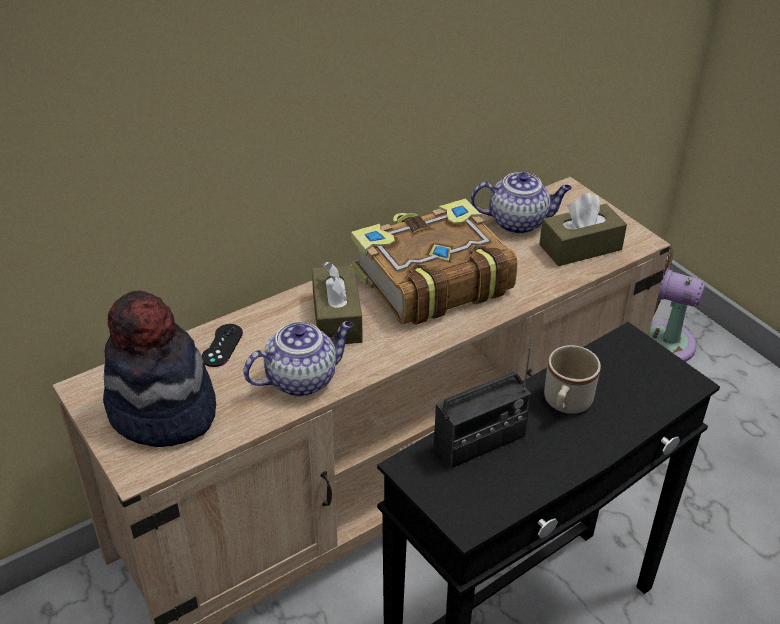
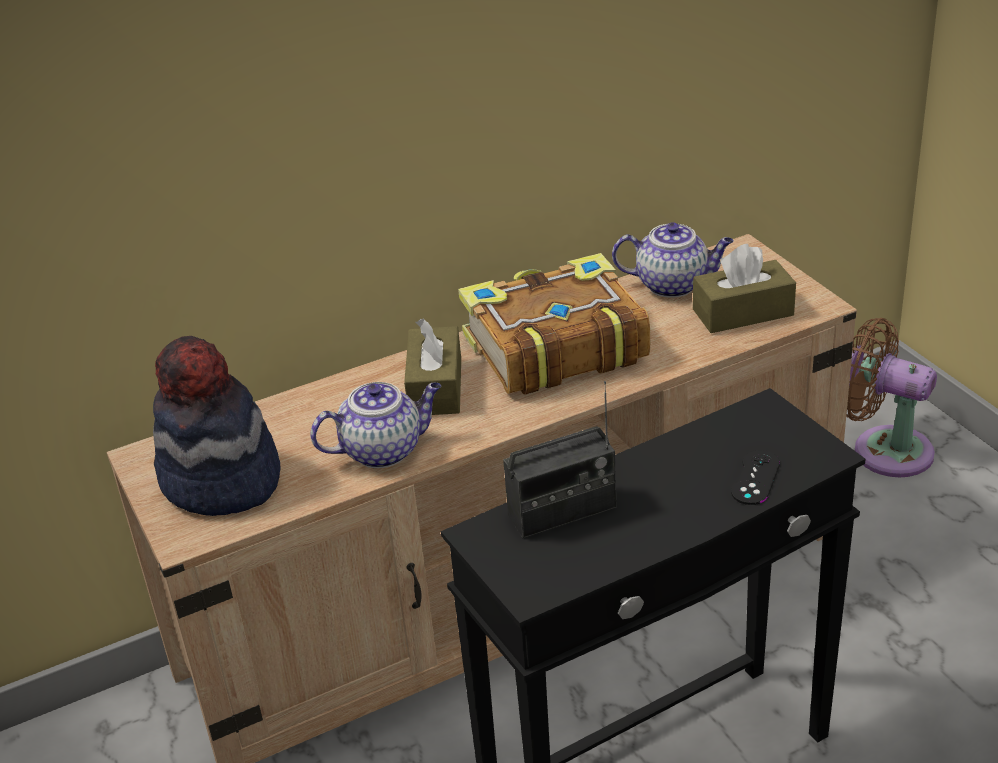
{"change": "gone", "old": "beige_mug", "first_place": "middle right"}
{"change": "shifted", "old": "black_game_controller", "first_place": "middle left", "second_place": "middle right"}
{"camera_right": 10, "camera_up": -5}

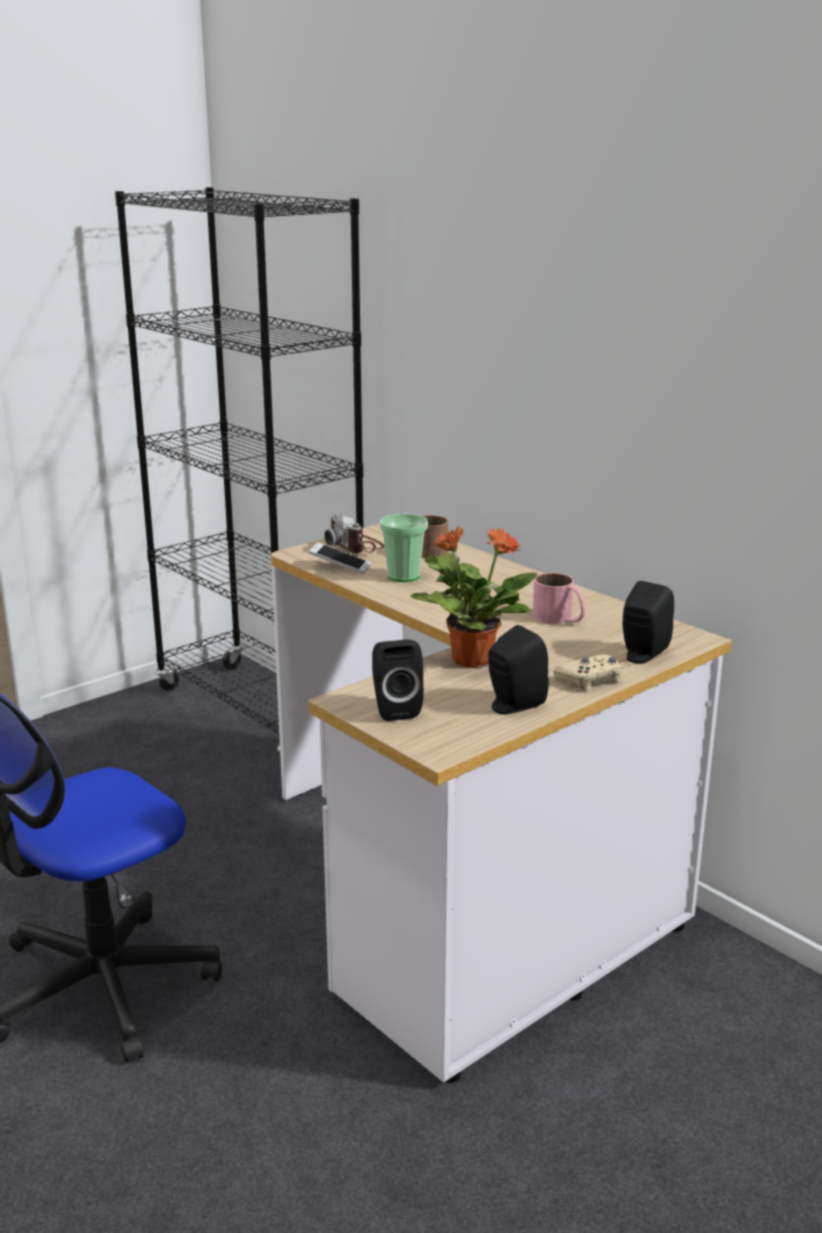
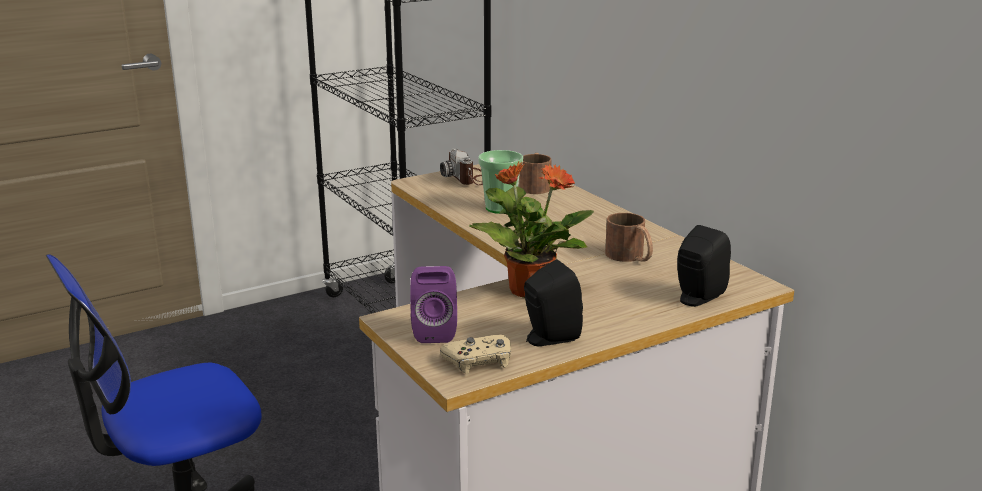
{"change": "gone", "old": "phone", "first_place": "centre"}
{"change": "shifted", "old": "beige_game_controller", "first_place": "middle right", "second_place": "bottom centre"}
{"change": "repainted", "old": "black_speaker (no. 1 from left)", "new": "purple_speaker", "first_place": "centre", "second_place": "centre"}
{"change": "repainted", "old": "pink_mug", "new": "brown_mug (no. 2 from left)", "first_place": "middle right", "second_place": "centre"}
{"camera_right": 10, "camera_up": 0}

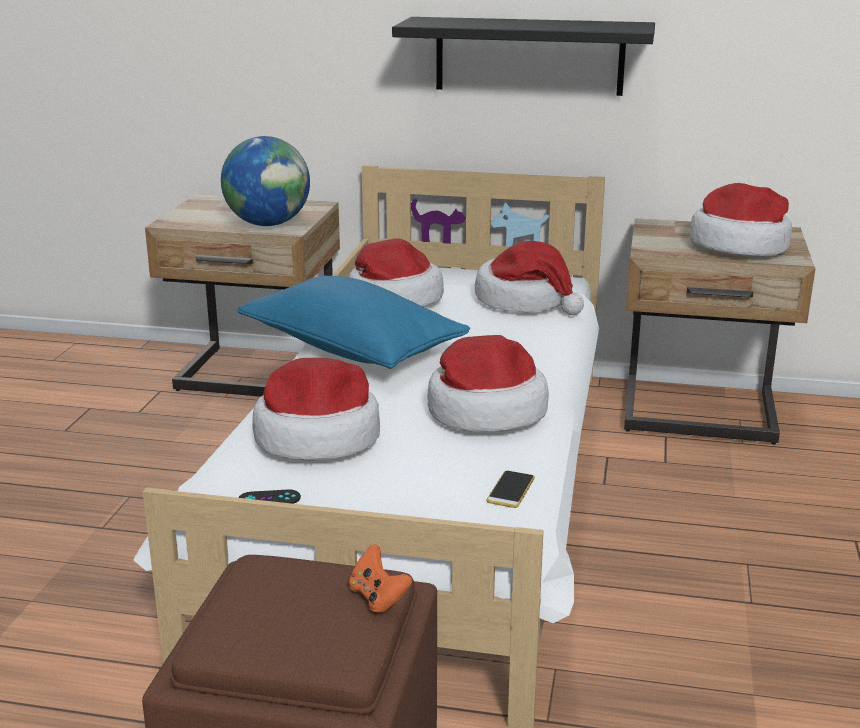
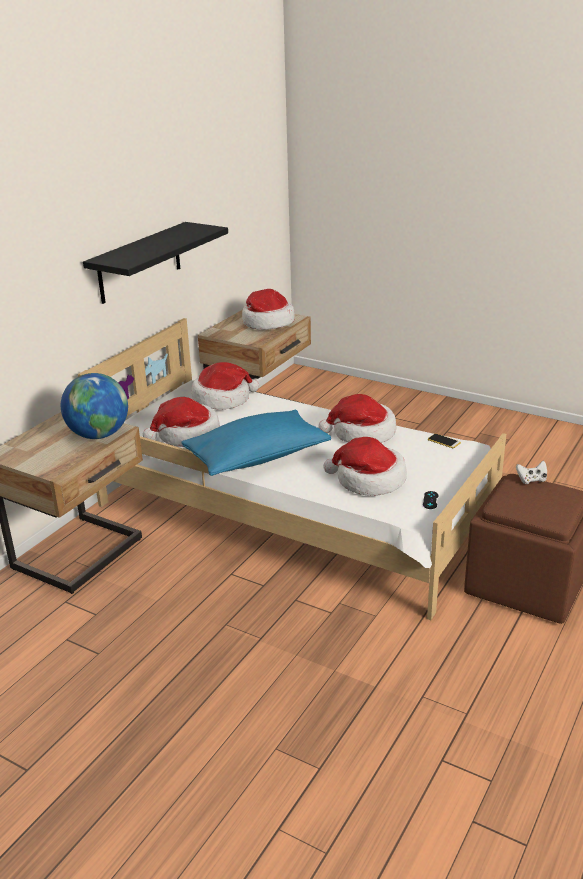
{"change": "repainted", "old": "orange_game_controller", "new": "white_game_controller", "first_place": "bottom centre", "second_place": "middle right"}
{"camera_right": -70, "camera_up": 5}

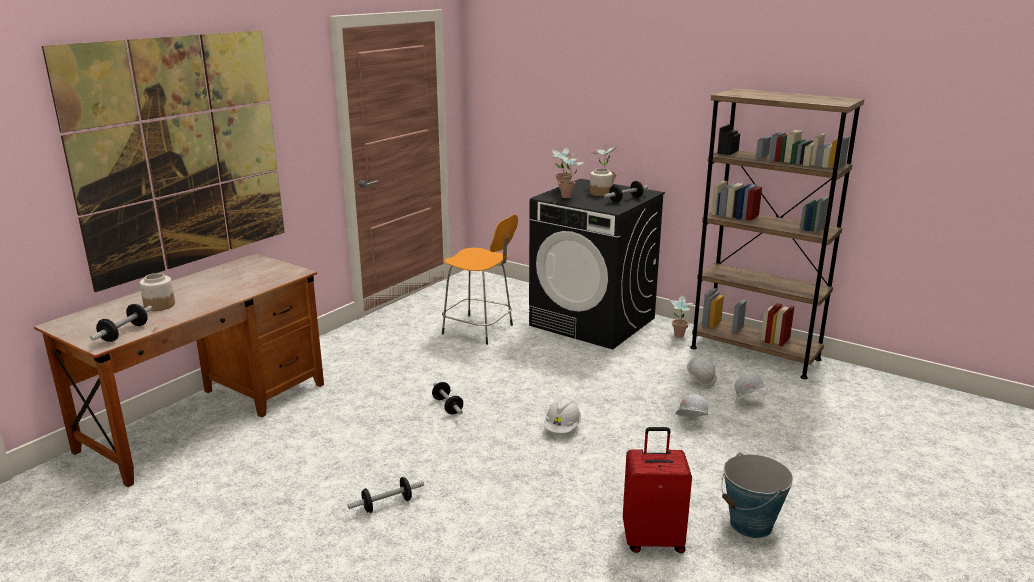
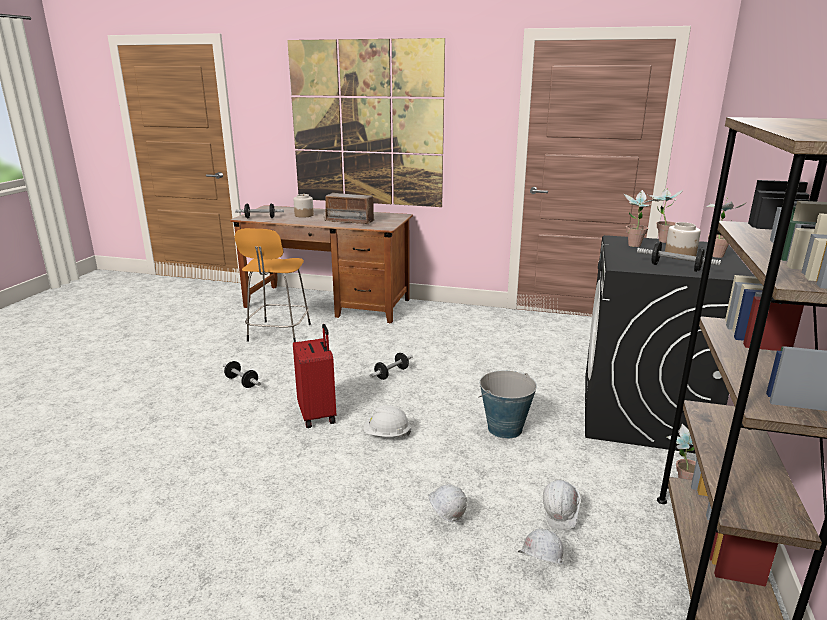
{"change": "new", "new": "radio", "second_place": "centre"}
{"change": "shifted", "old": "orange_stool", "first_place": "centre", "second_place": "middle left"}
{"change": "shifted", "old": "red_suitcase", "first_place": "bottom centre", "second_place": "centre"}
{"change": "shifted", "old": "bucket", "first_place": "bottom right", "second_place": "centre"}
{"camera_right": 70, "camera_up": 0}

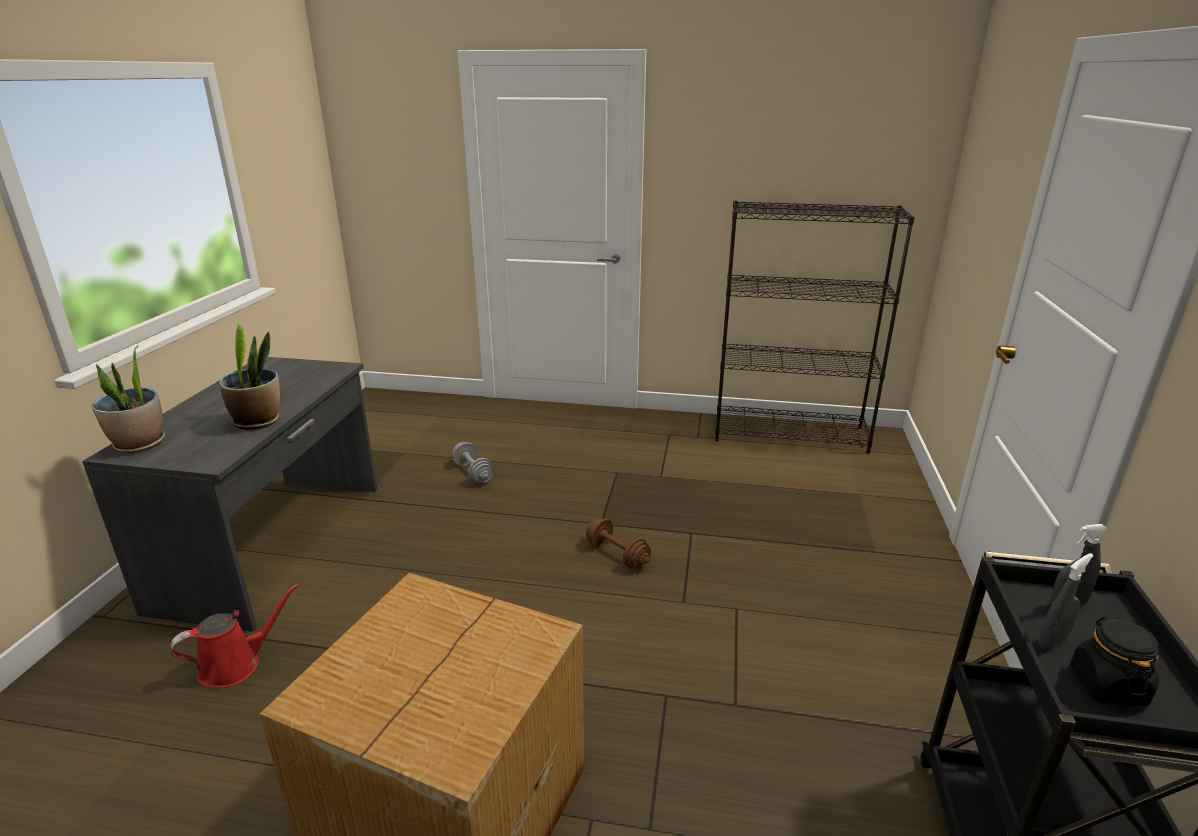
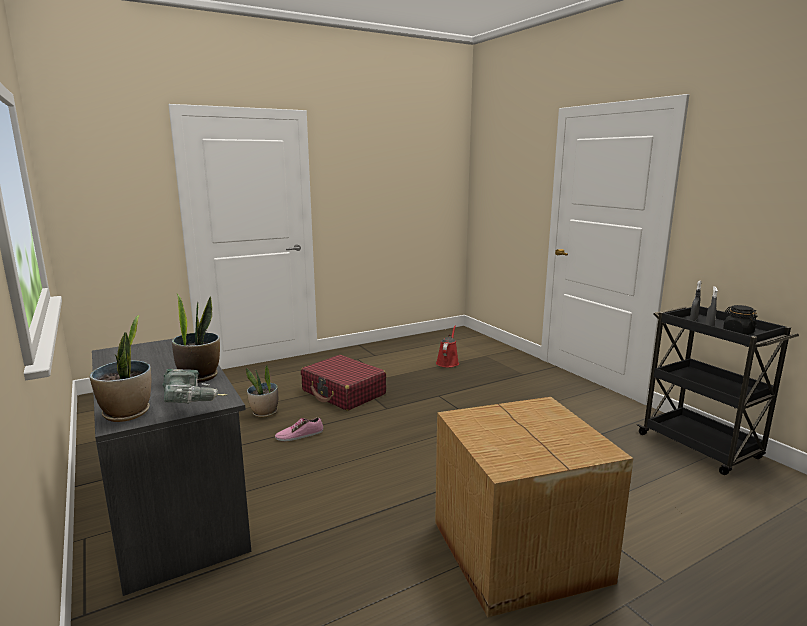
{"change": "gone", "old": "brown_dumbbell", "first_place": "centre"}
{"change": "gone", "old": "black_bookcase", "first_place": "middle right"}
{"change": "new", "new": "power_drill", "second_place": "middle left"}
{"change": "new", "new": "shoe", "second_place": "bottom centre"}
{"change": "new", "new": "red_suitcase", "second_place": "centre"}
{"change": "shifted", "old": "red_watering_can", "first_place": "bottom left", "second_place": "centre"}
{"change": "swapped", "old": "grey_dumbbell", "new": "potted_plant (no. 3 from left)", "first_place": "centre", "second_place": "middle left"}
{"camera_right": -40, "camera_up": -10}

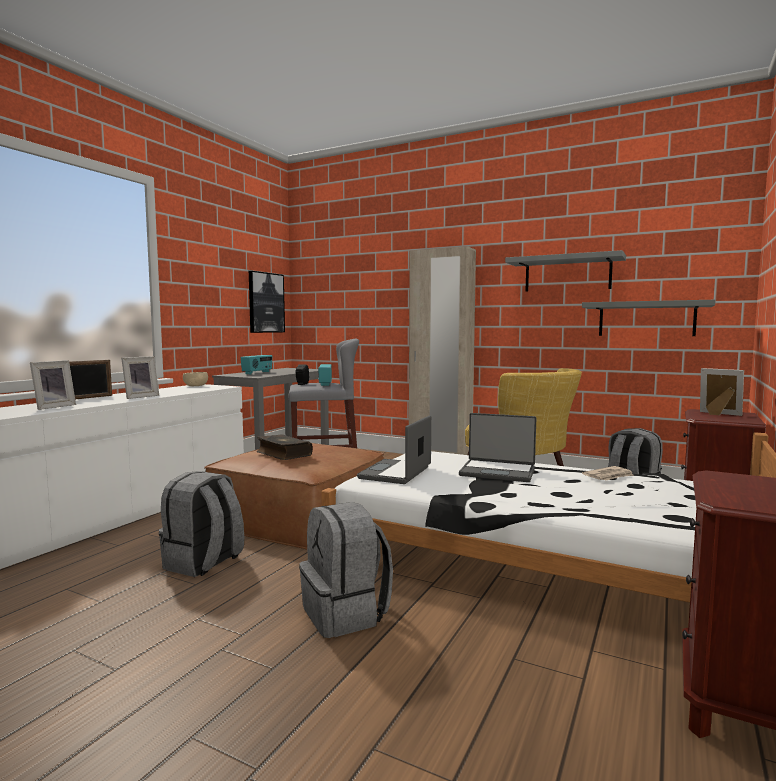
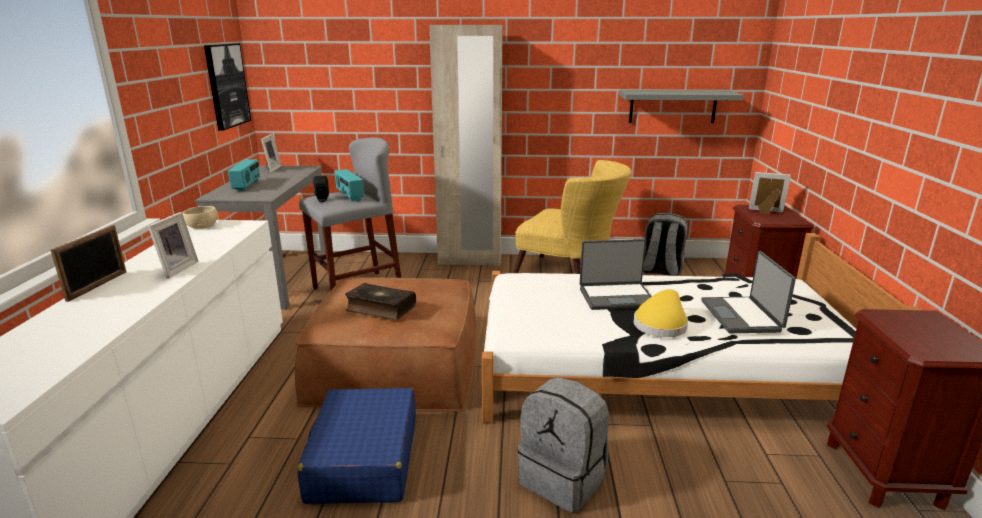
{"change": "gone", "old": "grey_shelf (no. 1 from left)", "first_place": "middle right"}
{"change": "gone", "old": "newspaper", "first_place": "middle right"}
{"change": "new", "new": "yellow_hat", "second_place": "middle right"}
{"change": "shifted", "old": "picture_frame (no. 1 from left in the first image)", "new": "picture_frame (no. 3 from left)", "first_place": "middle left", "second_place": "top left"}
{"change": "shifted", "old": "laptop (no. 1 from left in the first image)", "new": "laptop (no. 2 from left)", "first_place": "centre", "second_place": "middle right"}
{"change": "swapped", "old": "grey_backpack (no. 1 from left)", "new": "blue_suitcase", "first_place": "bottom left", "second_place": "bottom centre"}
{"camera_right": -25, "camera_up": 15}

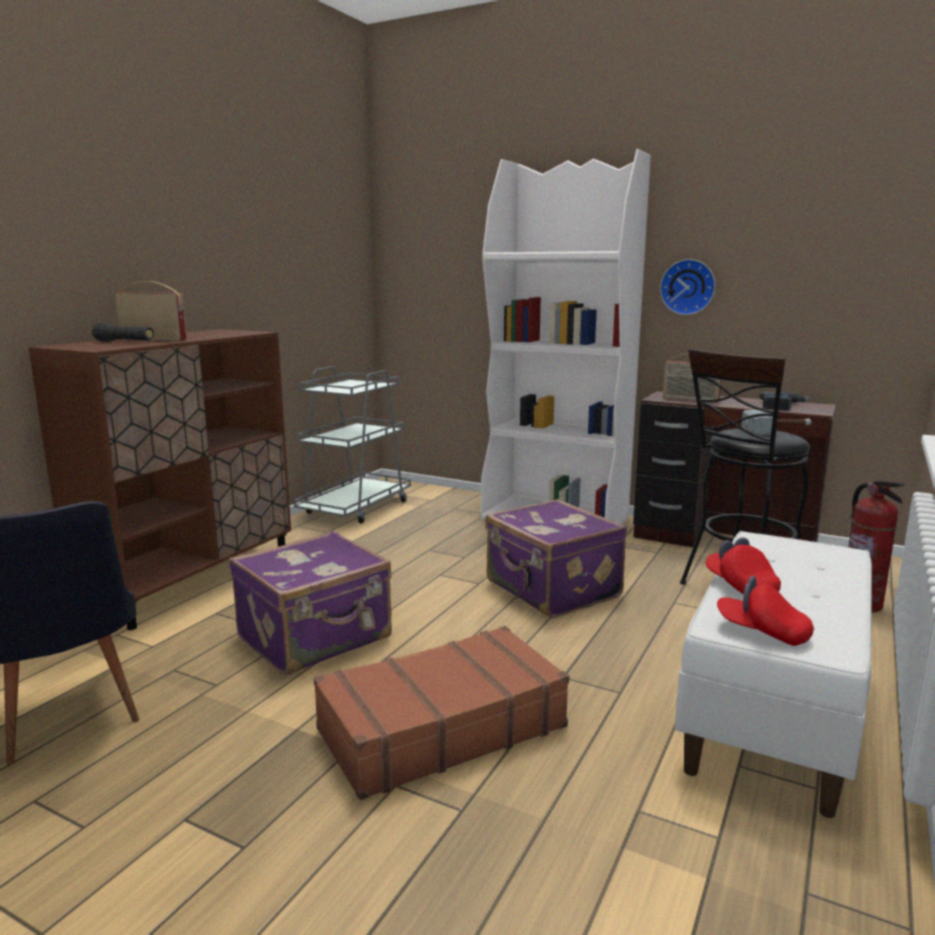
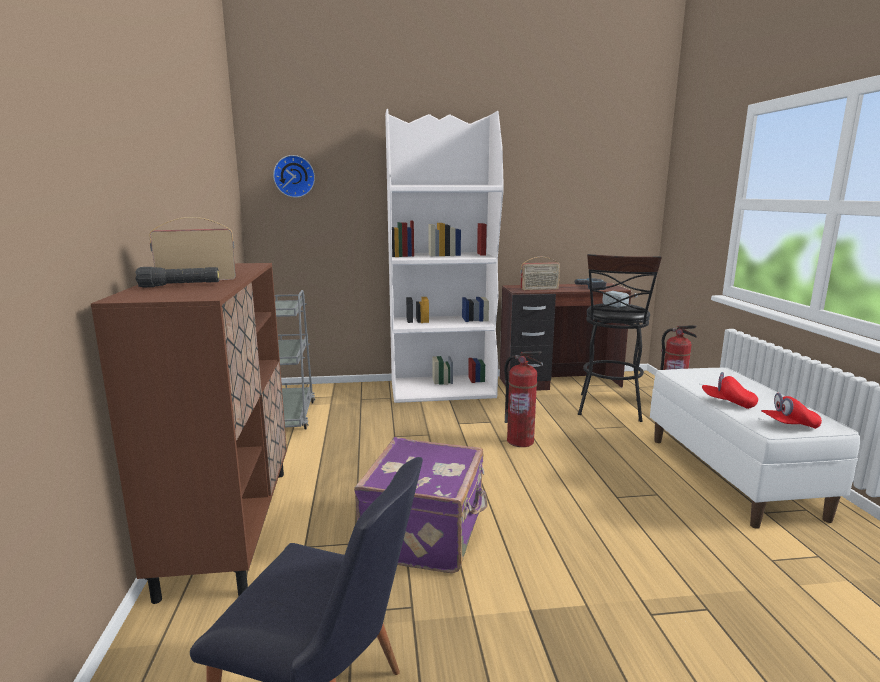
{"change": "gone", "old": "brown_suitcase", "first_place": "bottom centre"}
{"change": "shifted", "old": "wall_clock", "first_place": "top right", "second_place": "top centre"}
{"change": "swapped", "old": "purple_suitcase (no. 2 from left)", "new": "fire_extinguisher (no. 1 from left)", "first_place": "centre", "second_place": "centre"}
{"camera_right": -35, "camera_up": 0}

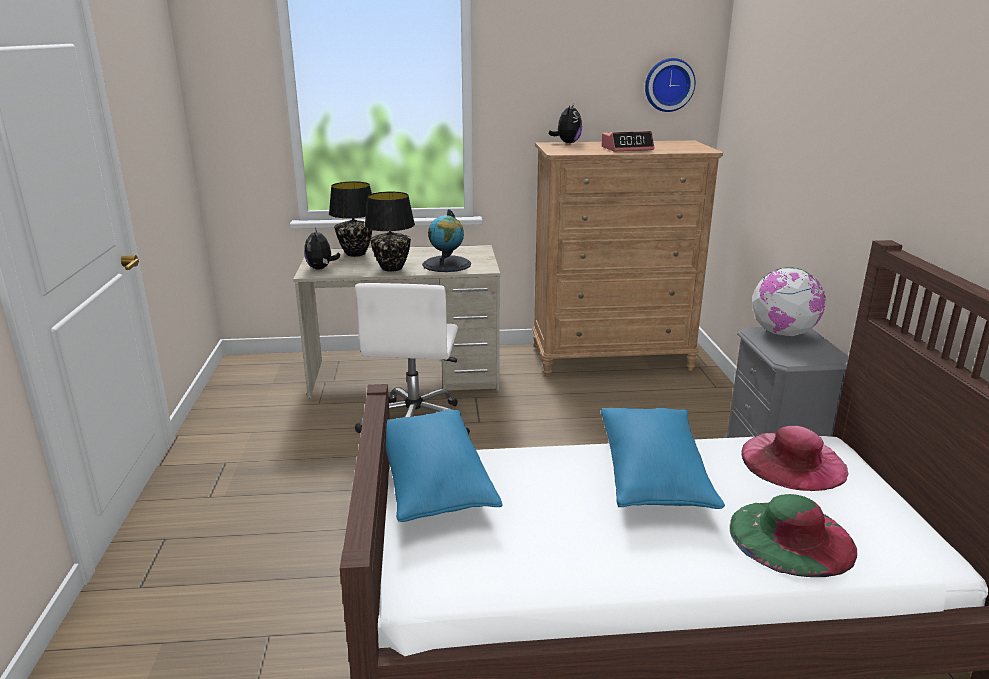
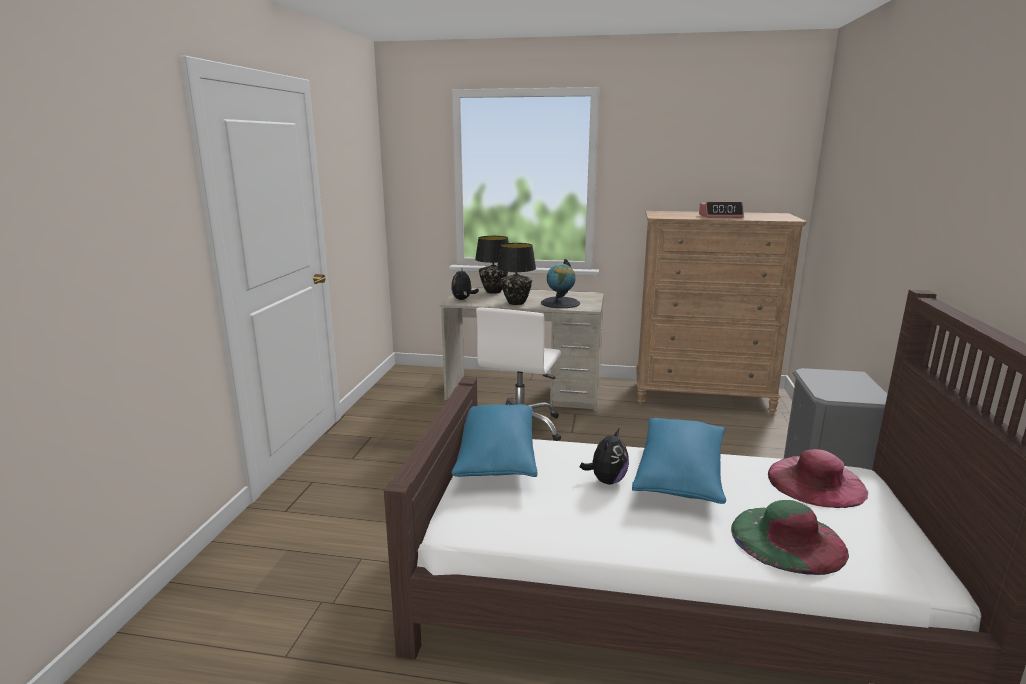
{"change": "gone", "old": "wall_clock", "first_place": "top right"}
{"change": "gone", "old": "globe (no. 2 from left)", "first_place": "middle right"}
{"change": "shifted", "old": "plush_toy (no. 2 from left)", "first_place": "top centre", "second_place": "bottom centre"}
{"camera_right": 15, "camera_up": -5}

